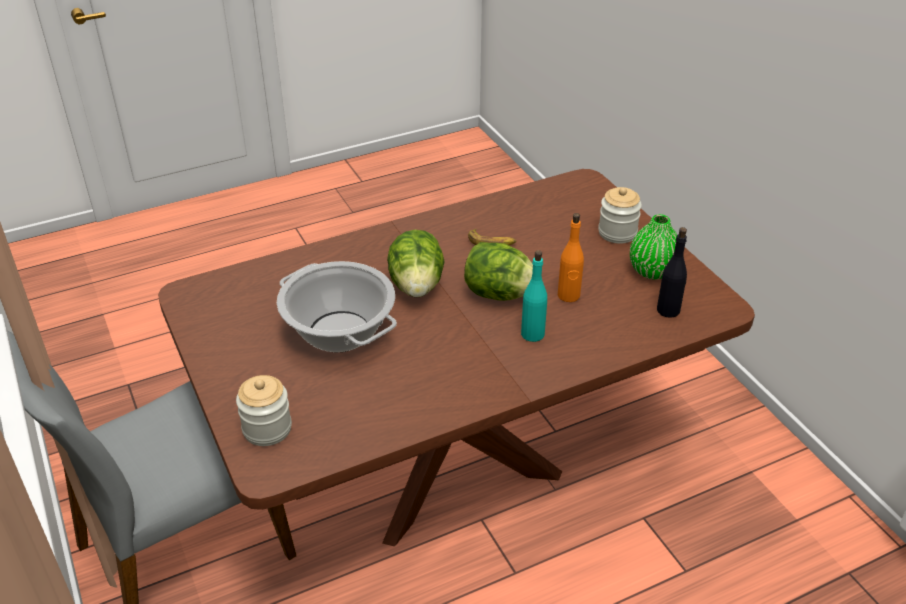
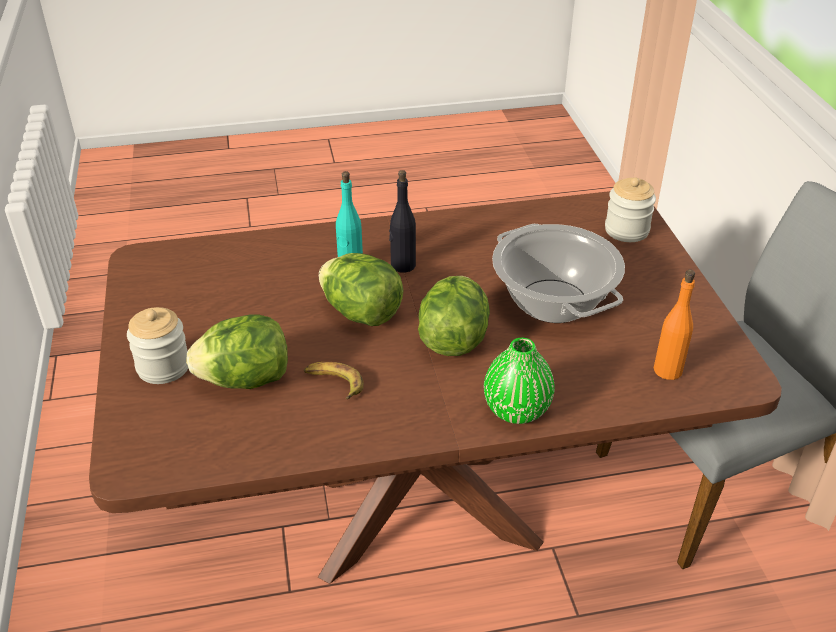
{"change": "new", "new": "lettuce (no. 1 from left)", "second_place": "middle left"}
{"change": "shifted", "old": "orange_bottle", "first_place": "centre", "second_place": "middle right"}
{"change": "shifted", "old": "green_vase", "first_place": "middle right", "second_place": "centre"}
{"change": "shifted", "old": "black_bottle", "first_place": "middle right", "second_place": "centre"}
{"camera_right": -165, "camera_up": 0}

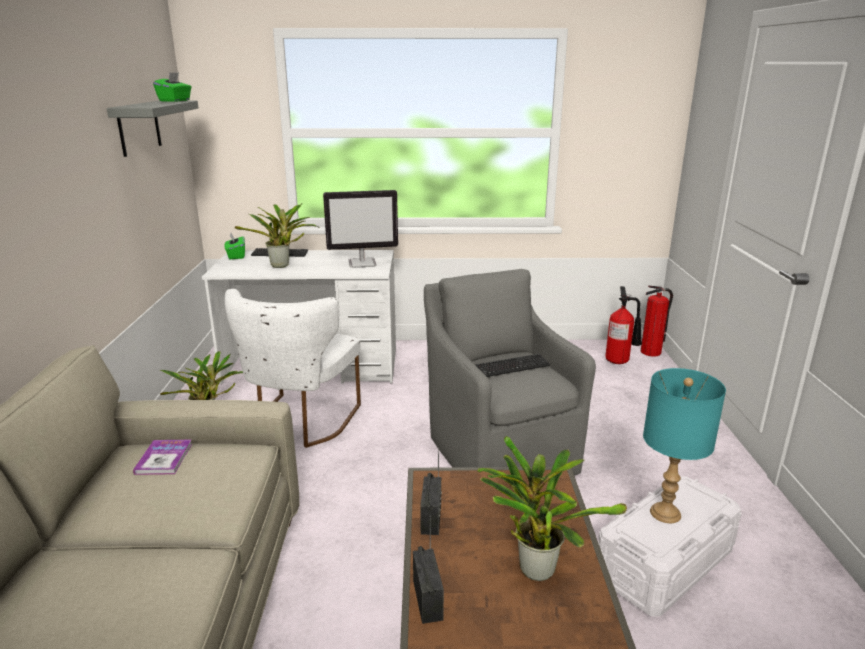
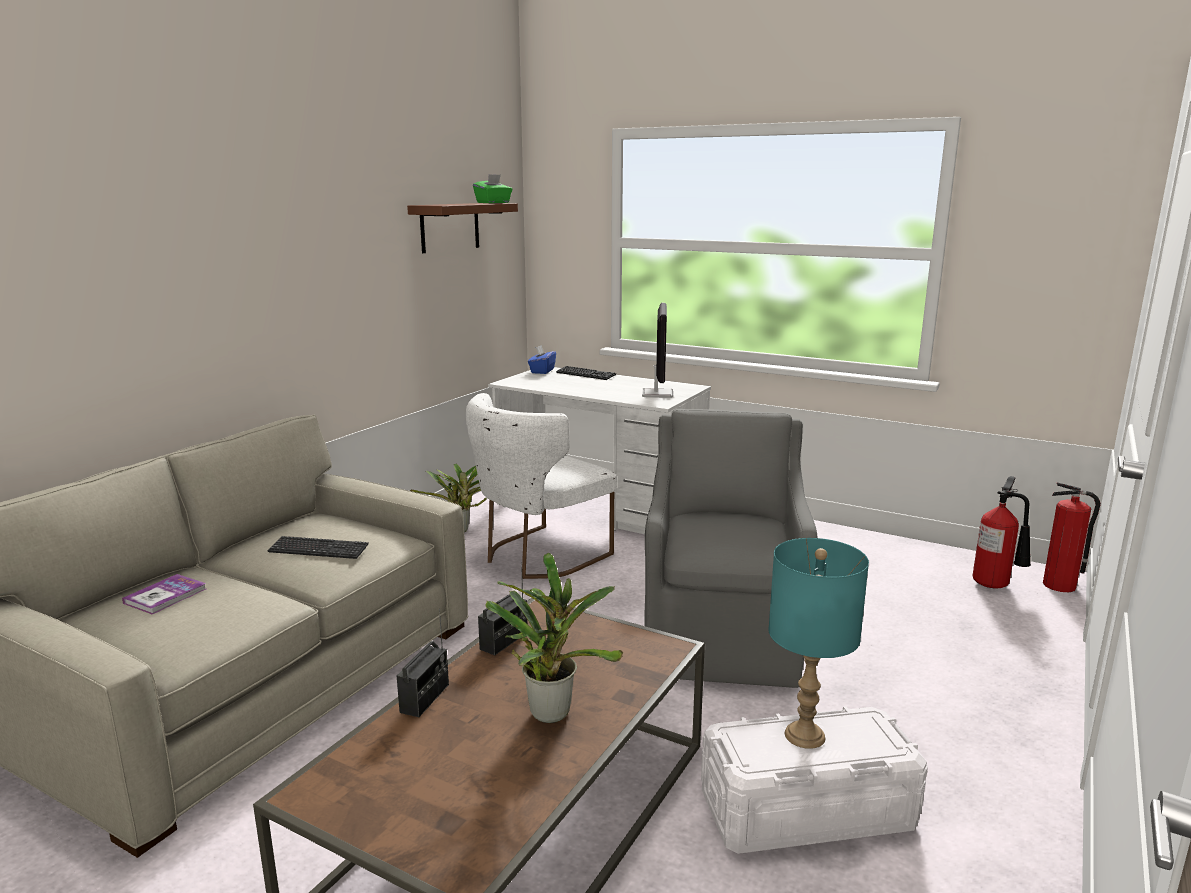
{"change": "gone", "old": "potted_plant (no. 2 from left)", "first_place": "middle left"}
{"change": "shifted", "old": "book", "first_place": "bottom left", "second_place": "middle left"}
{"change": "shifted", "old": "keyboard (no. 2 from left in the first image)", "new": "keyboard (no. 1 from left)", "first_place": "centre", "second_place": "middle left"}
{"change": "repainted", "old": "grey_shelf", "new": "brown_shelf", "first_place": "top left", "second_place": "top centre"}
{"change": "repainted", "old": "green_tissue_box (no. 2 from left)", "new": "blue_tissue_box", "first_place": "middle left", "second_place": "centre"}
{"change": "rotated", "old": "monitor", "first_place": "centre", "second_place": "centre", "degrees": -105}
{"camera_right": 30, "camera_up": -5}

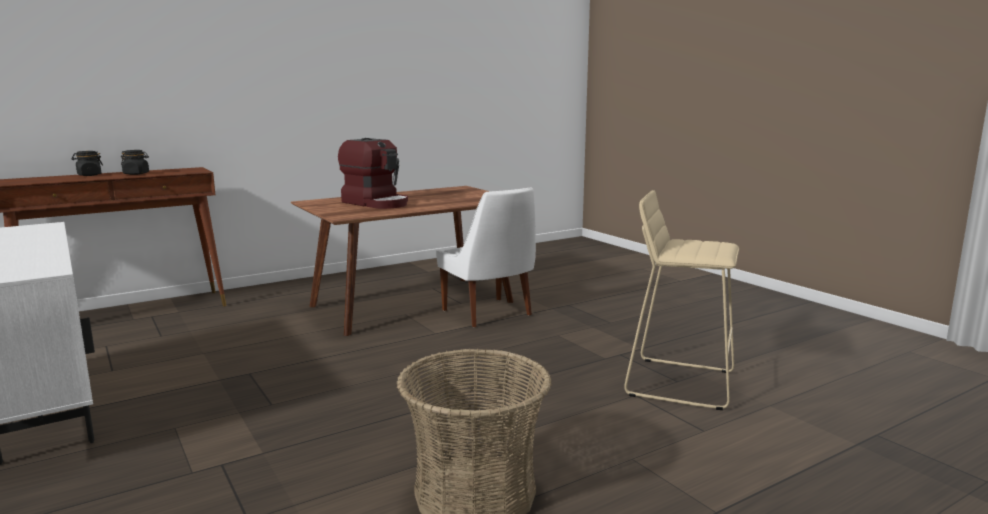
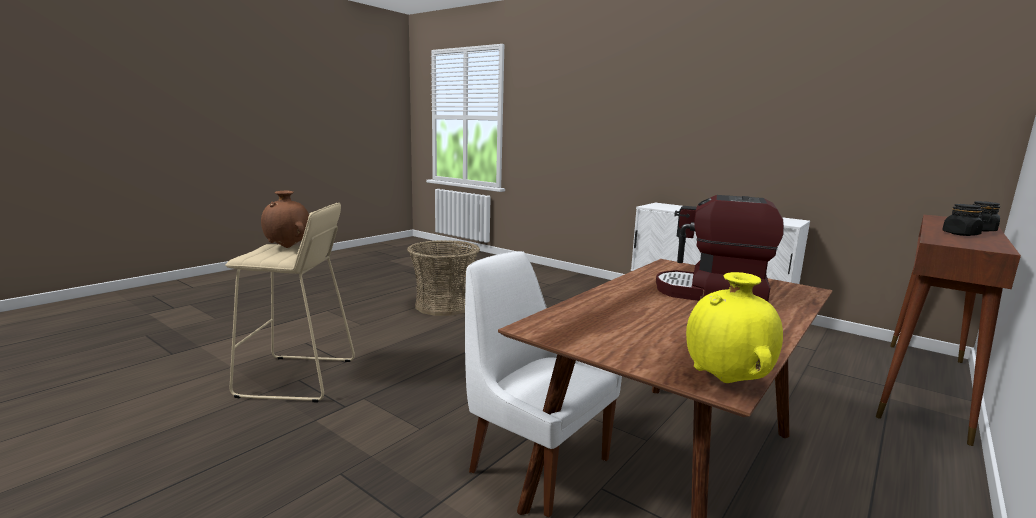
{"change": "new", "new": "brown_vase", "second_place": "middle left"}
{"change": "new", "new": "yellow_vase", "second_place": "middle right"}
{"camera_right": 160, "camera_up": 0}

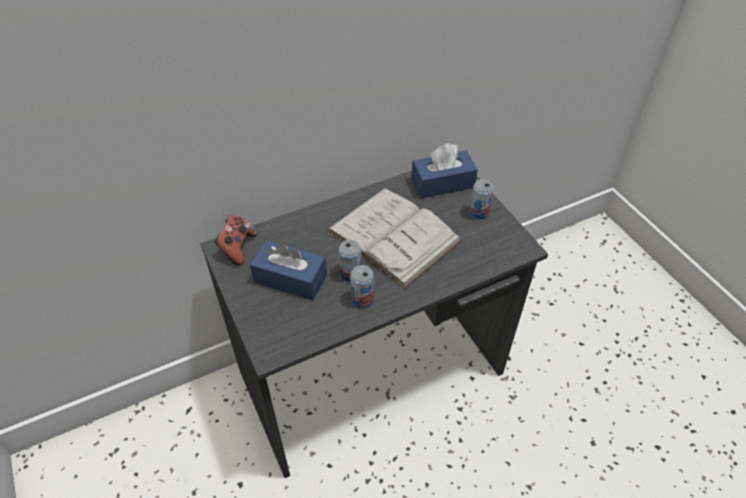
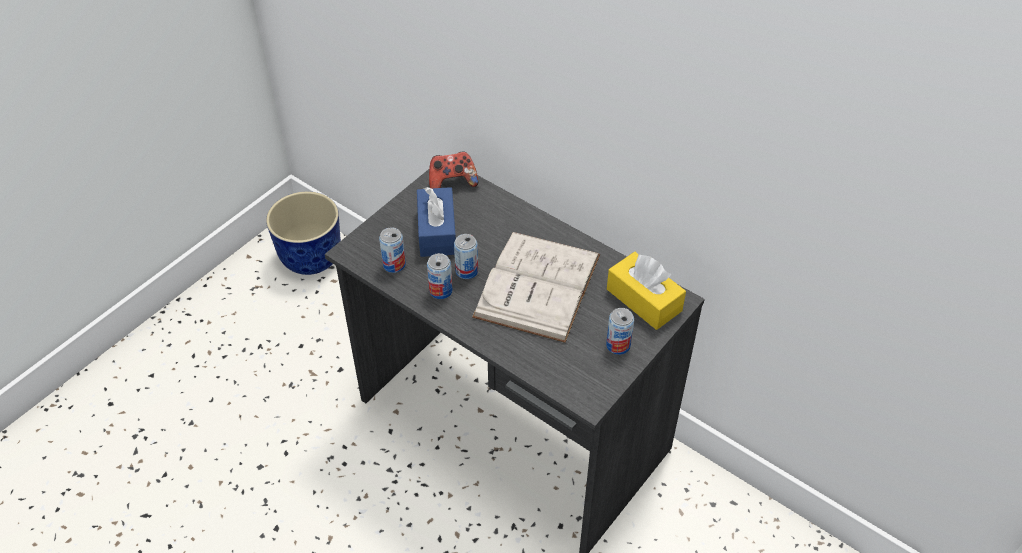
{"change": "new", "new": "planter", "second_place": "middle left"}
{"change": "new", "new": "can (no. 1 from left)", "second_place": "centre"}
{"change": "repainted", "old": "blue_tissue_box (no. 2 from left)", "new": "yellow_tissue_box", "first_place": "centre", "second_place": "centre"}
{"camera_right": 65, "camera_up": 0}

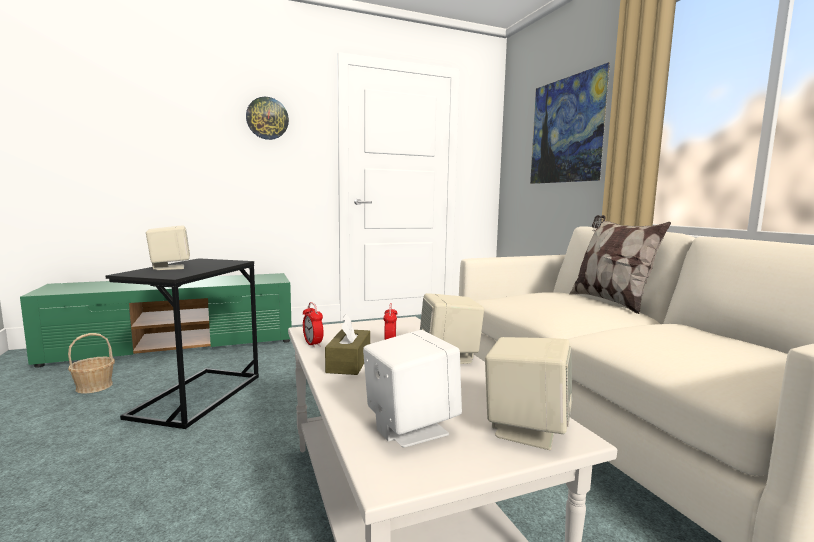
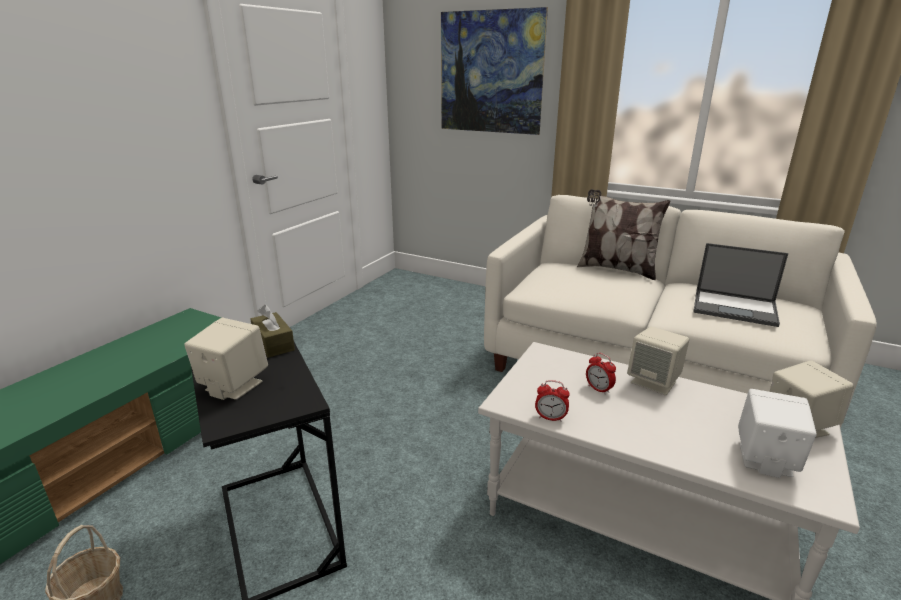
{"change": "gone", "old": "wall_clock", "first_place": "top left"}
{"change": "new", "new": "laptop", "second_place": "middle right"}
{"change": "shifted", "old": "brown_tissue_box", "first_place": "centre", "second_place": "middle left"}
{"camera_right": -40, "camera_up": 15}

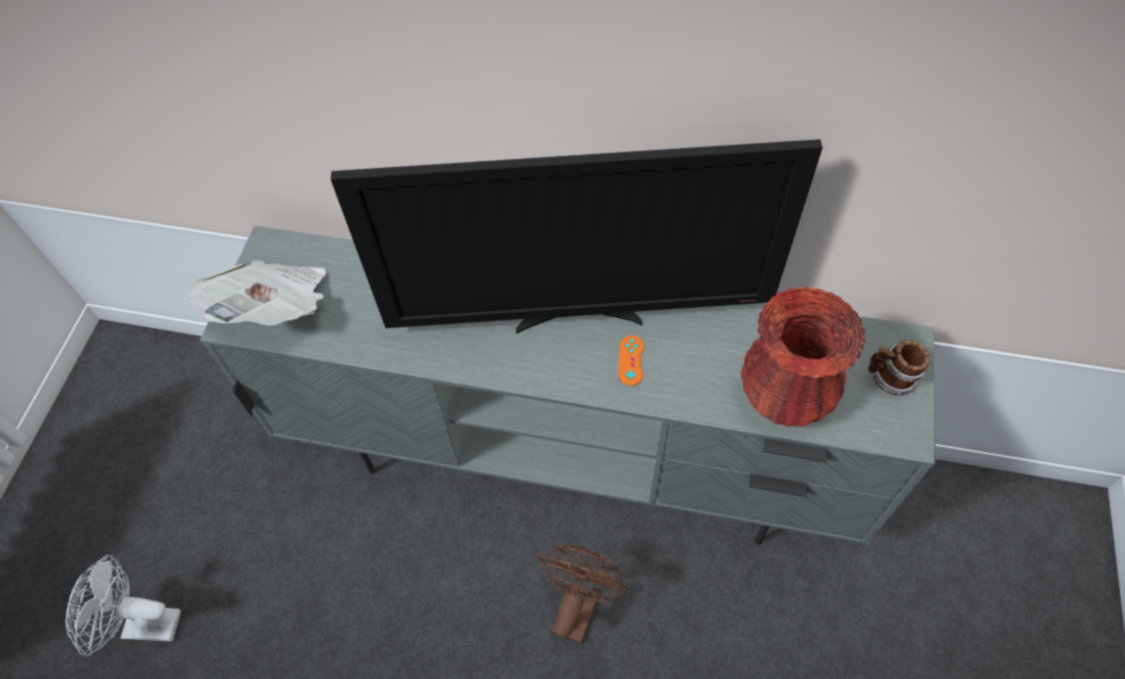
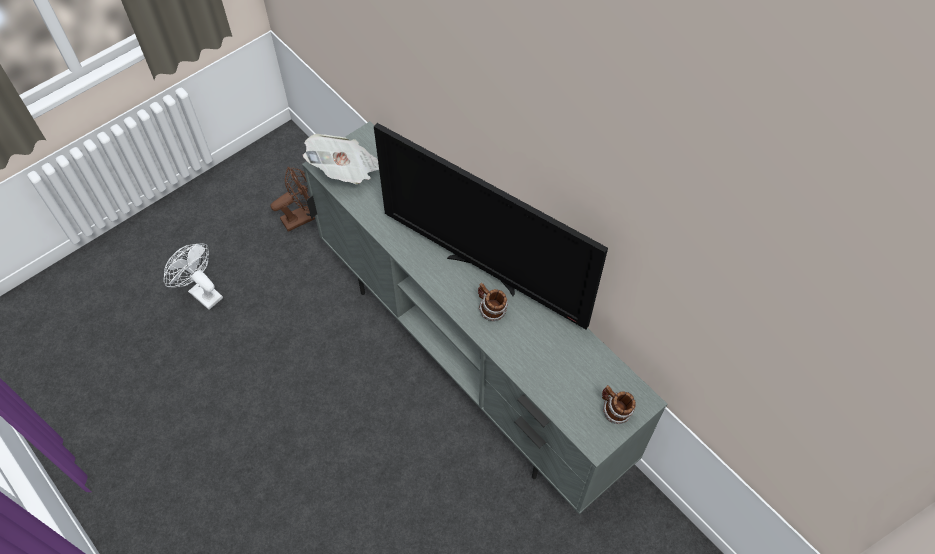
{"change": "gone", "old": "red_vase", "first_place": "middle right"}
{"change": "shifted", "old": "brown_fan", "first_place": "bottom centre", "second_place": "middle left"}
{"change": "swapped", "old": "orange_game_controller", "new": "mug (no. 1 from left)", "first_place": "centre", "second_place": "centre"}
{"camera_right": 35, "camera_up": 0}

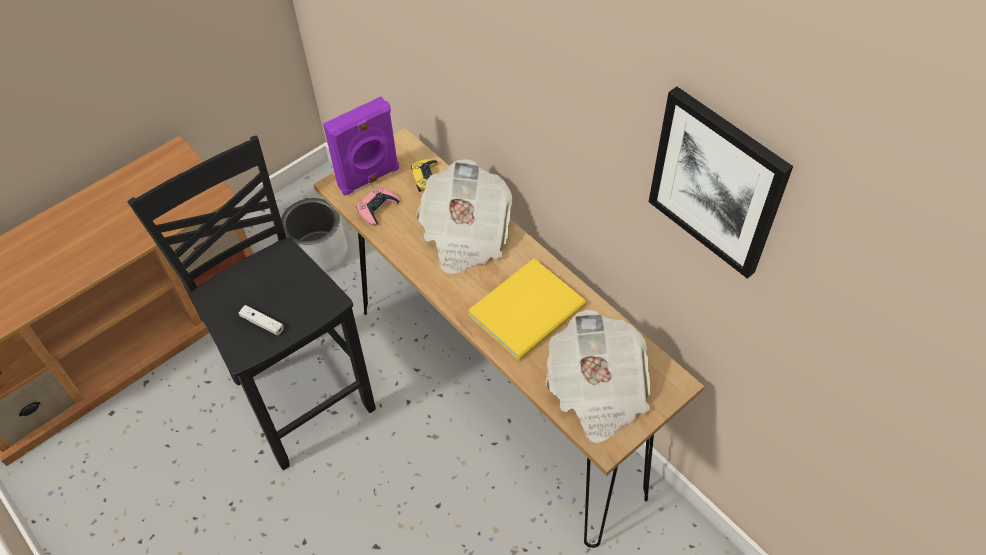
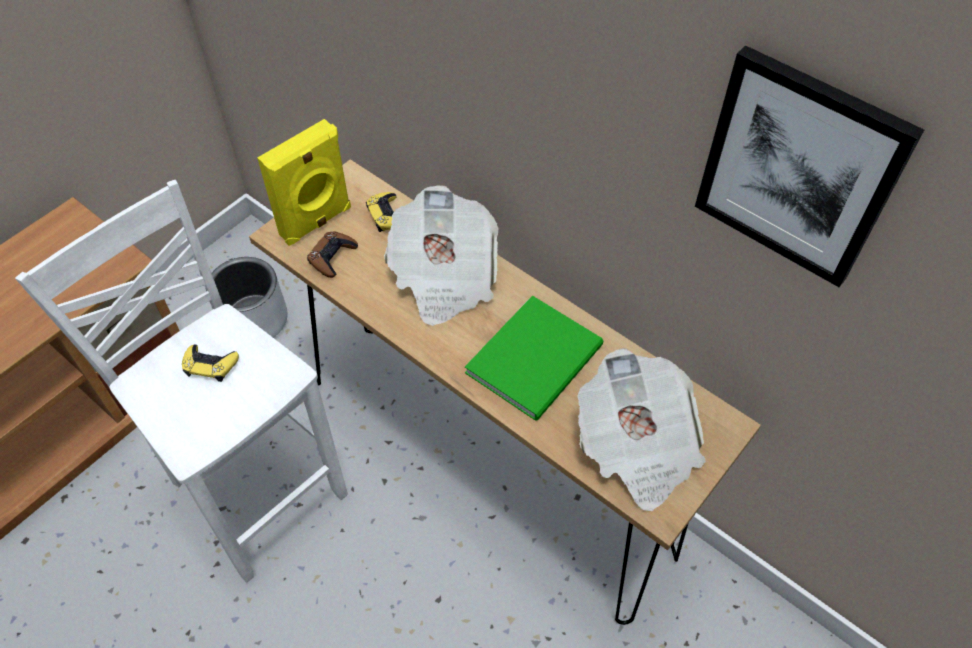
{"change": "gone", "old": "white_game_controller", "first_place": "middle left"}
{"change": "new", "new": "yellow_game_controller (no. 1 from left)", "second_place": "middle left"}
{"change": "repainted", "old": "black_stool", "new": "white_stool", "first_place": "middle left", "second_place": "middle left"}
{"change": "repainted", "old": "purple_speaker", "new": "yellow_speaker", "first_place": "top centre", "second_place": "top left"}
{"change": "repainted", "old": "pink_game_controller", "new": "brown_game_controller", "first_place": "centre", "second_place": "centre"}
{"change": "repainted", "old": "yellow_book", "new": "green_book", "first_place": "centre", "second_place": "centre"}
{"camera_right": -10, "camera_up": 0}

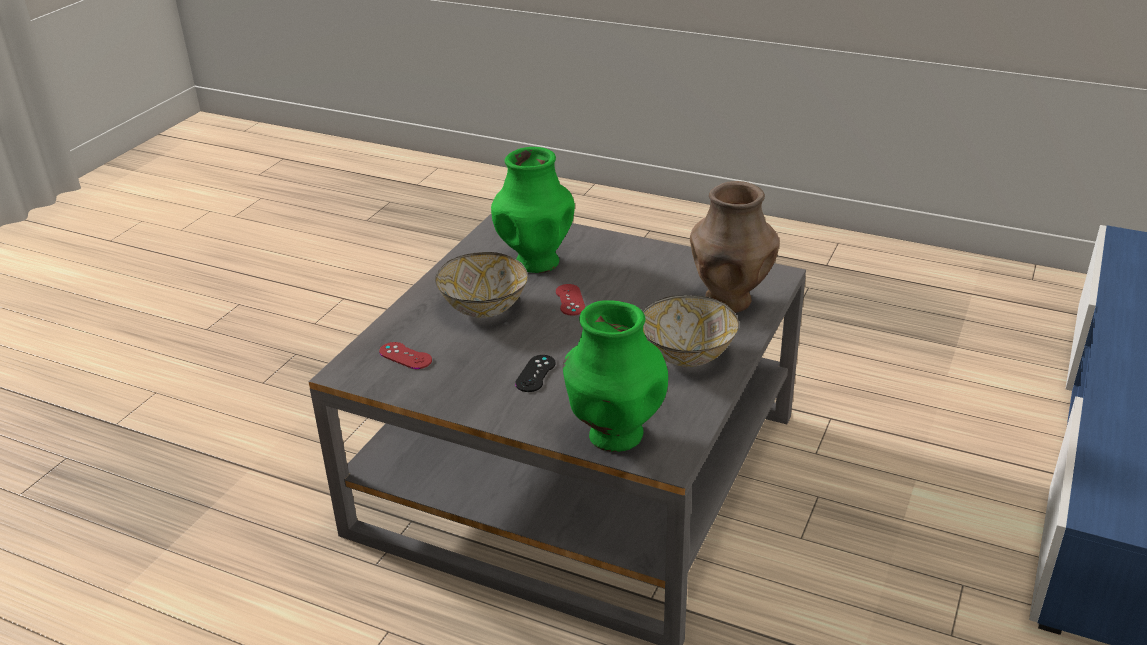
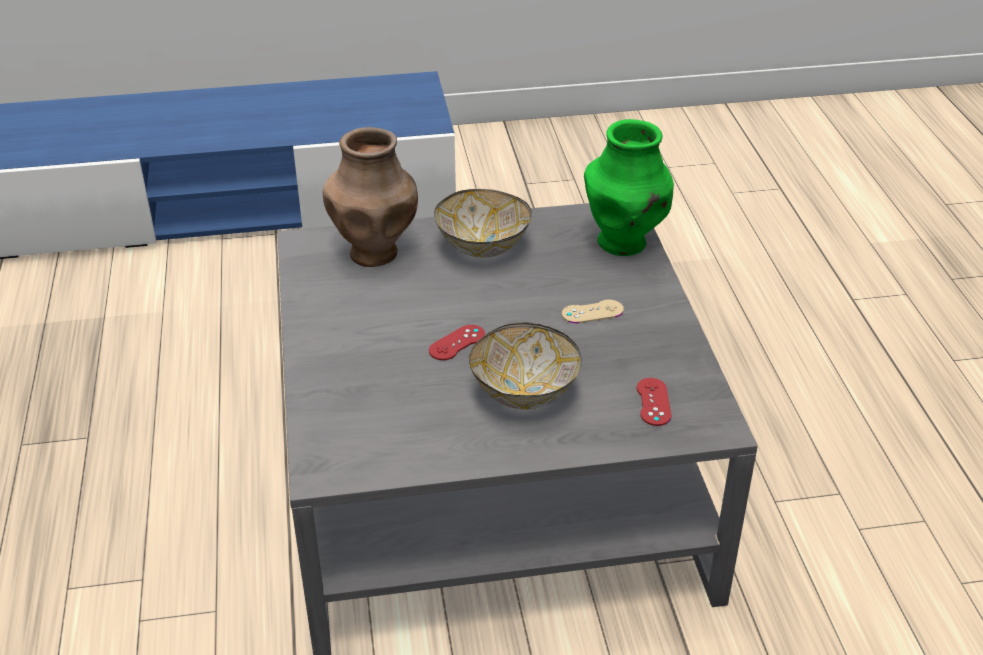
{"change": "gone", "old": "green_vase (no. 1 from left)", "first_place": "top centre"}
{"change": "repainted", "old": "black_game_controller", "new": "beige_game_controller", "first_place": "centre", "second_place": "centre"}
{"camera_right": -125, "camera_up": 5}

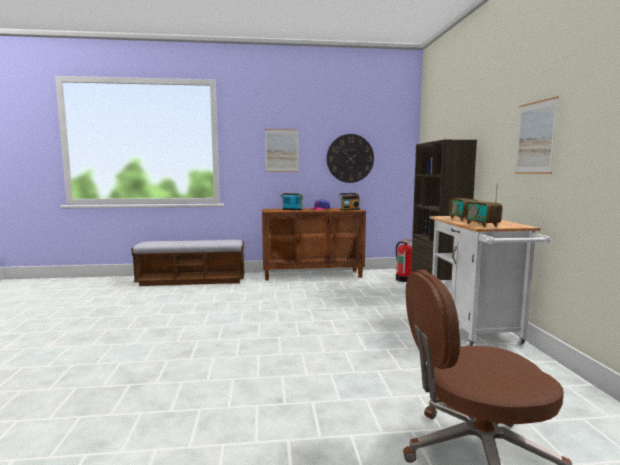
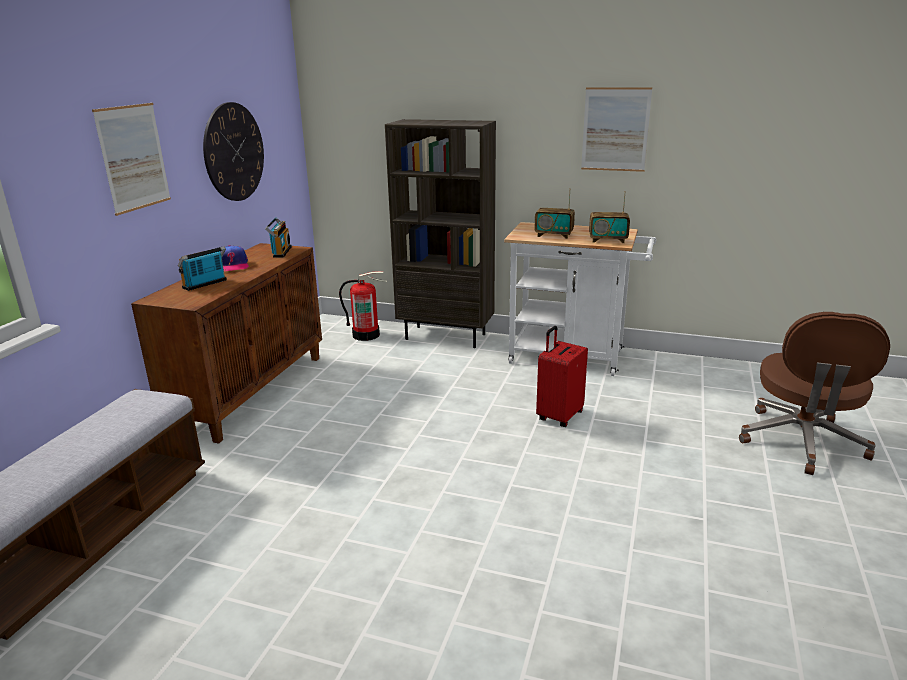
{"change": "new", "new": "red_suitcase", "second_place": "centre"}
{"camera_right": -65, "camera_up": 15}

